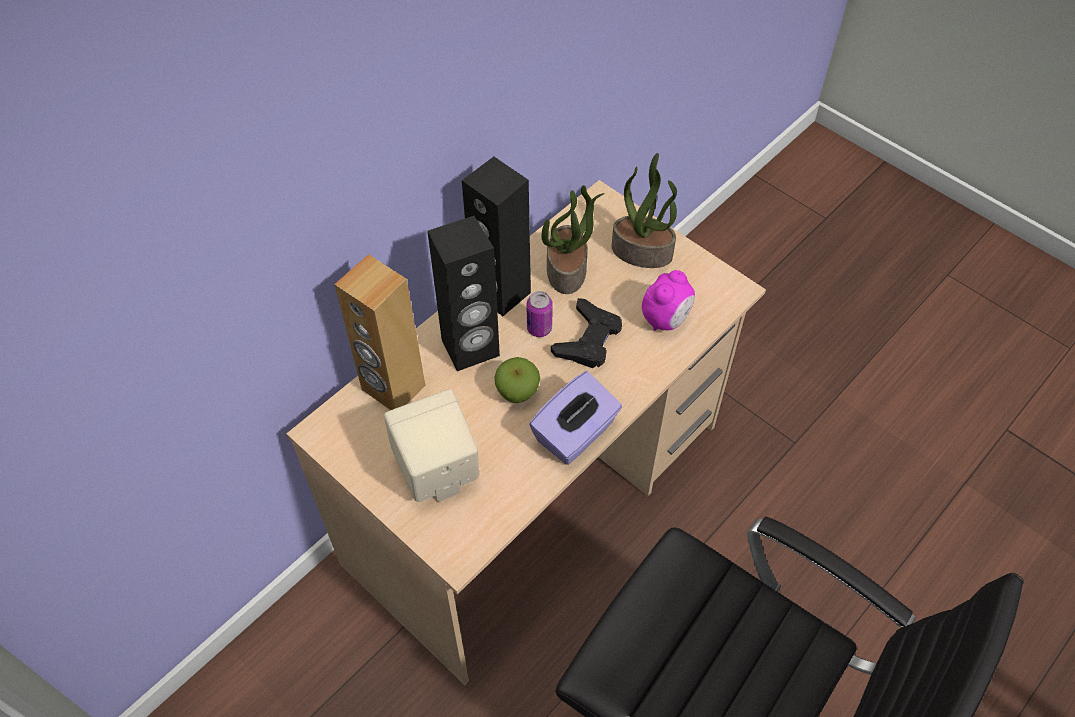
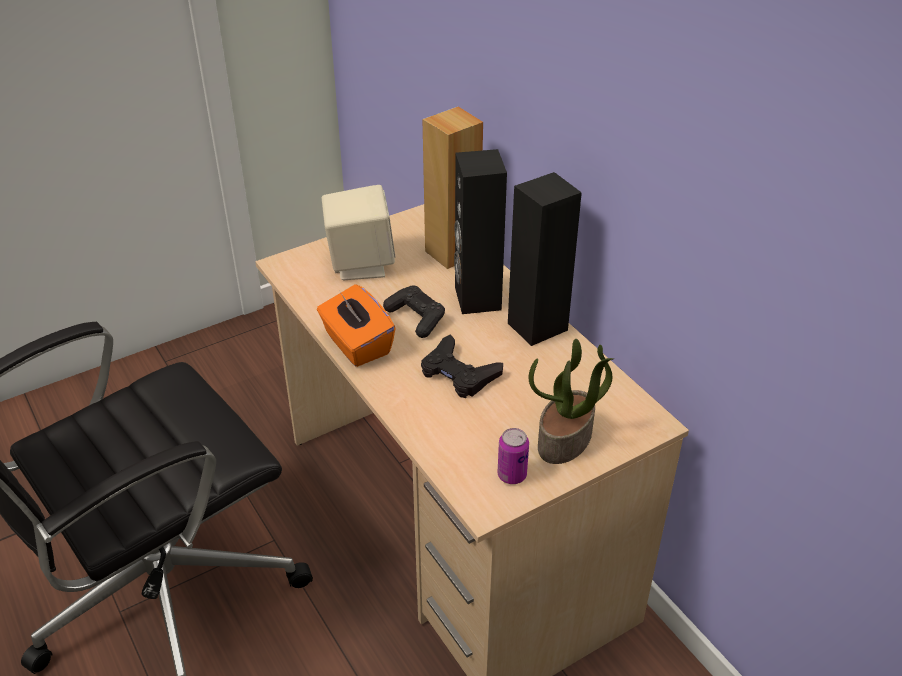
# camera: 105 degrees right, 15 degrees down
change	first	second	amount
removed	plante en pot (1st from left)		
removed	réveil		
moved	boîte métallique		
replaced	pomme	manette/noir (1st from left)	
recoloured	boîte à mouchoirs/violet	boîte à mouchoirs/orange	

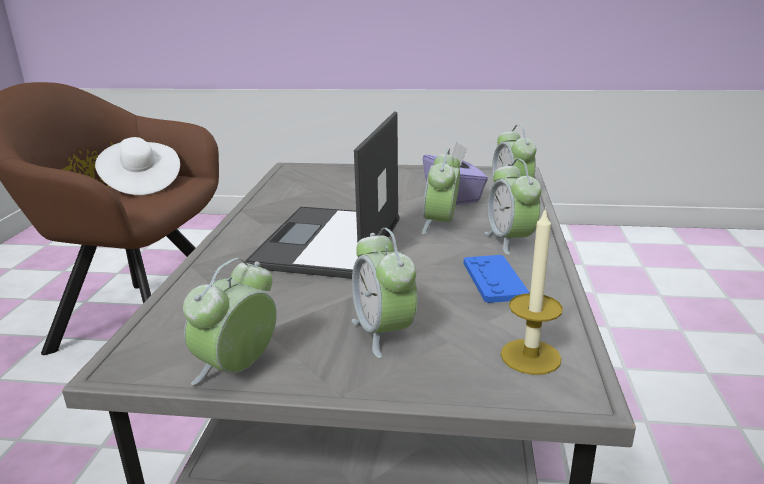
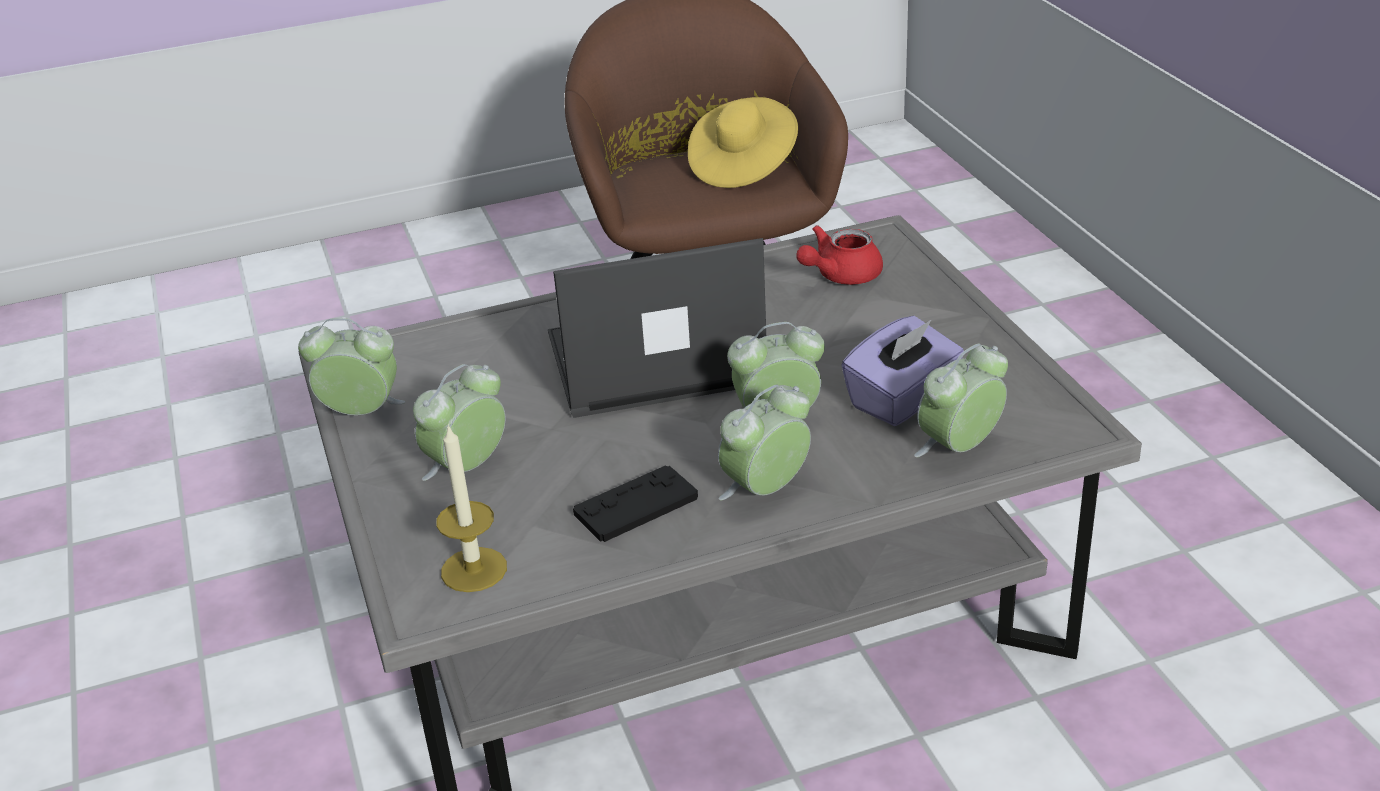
# camera: 65 degrees right, 10 degrees up
change	first	second	amount
added		théière/rouge	
recoloured	chapeau/blanc	chapeau/jaune	
recoloured	manette/bleu	manette/noir	

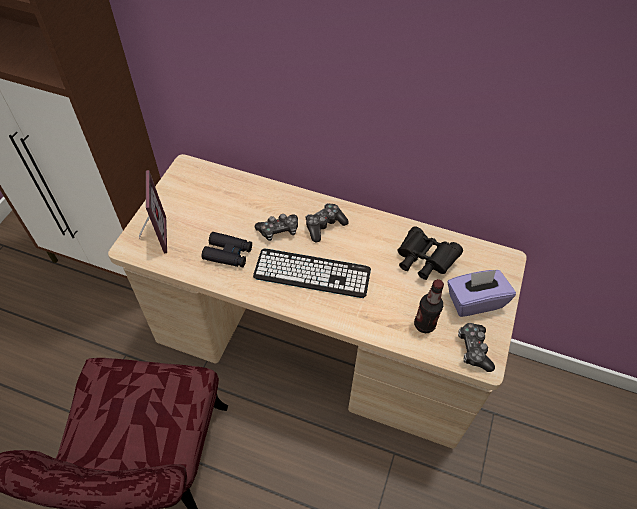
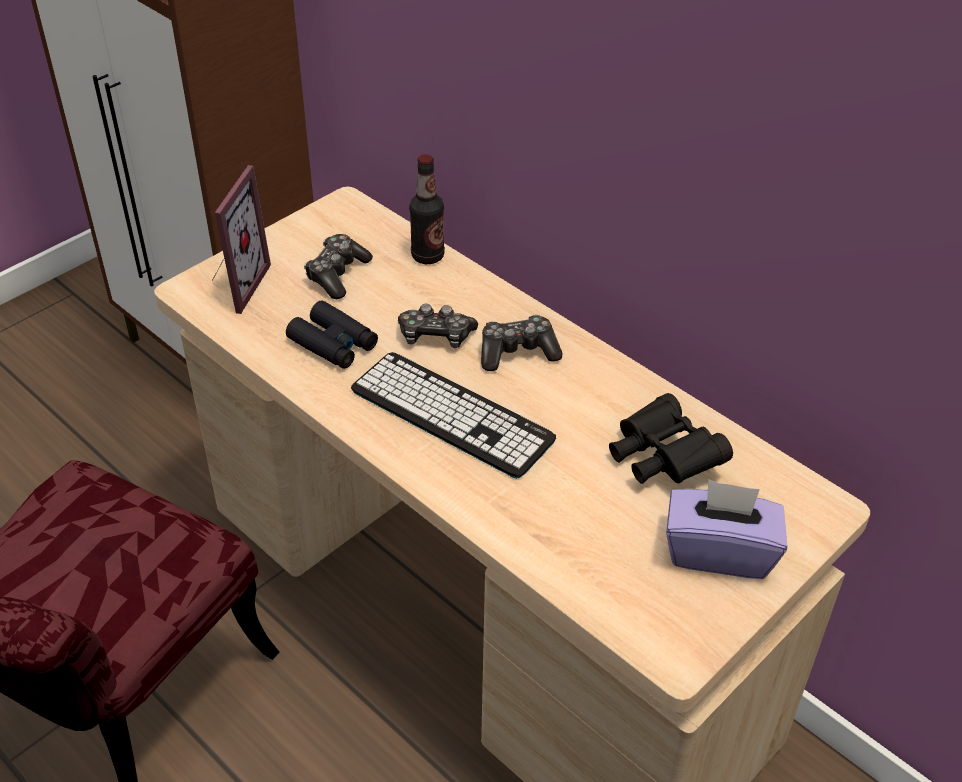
# camera: 25 degrees right, 10 degrees down
change	first	second	amount
moved	bouteille		
moved	manette (3rd from left in the first image)	manette (1st from left)	

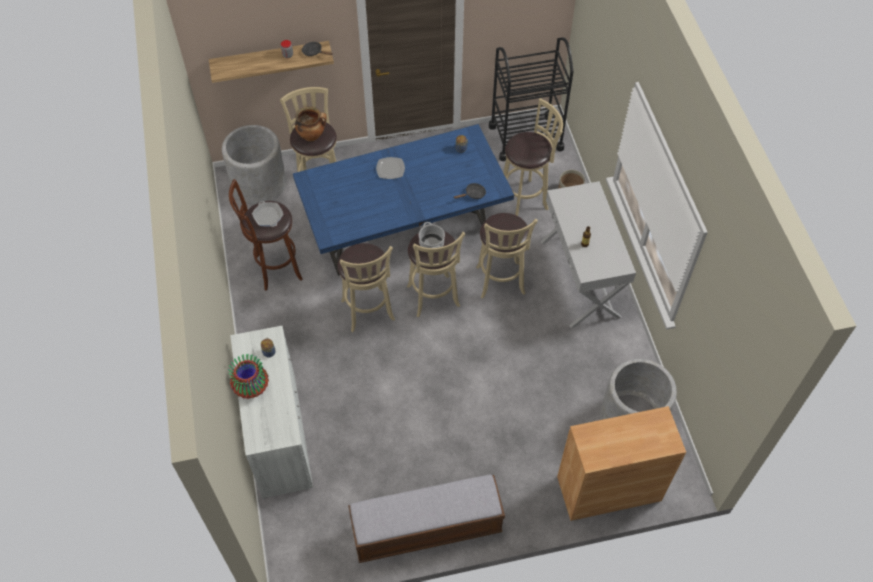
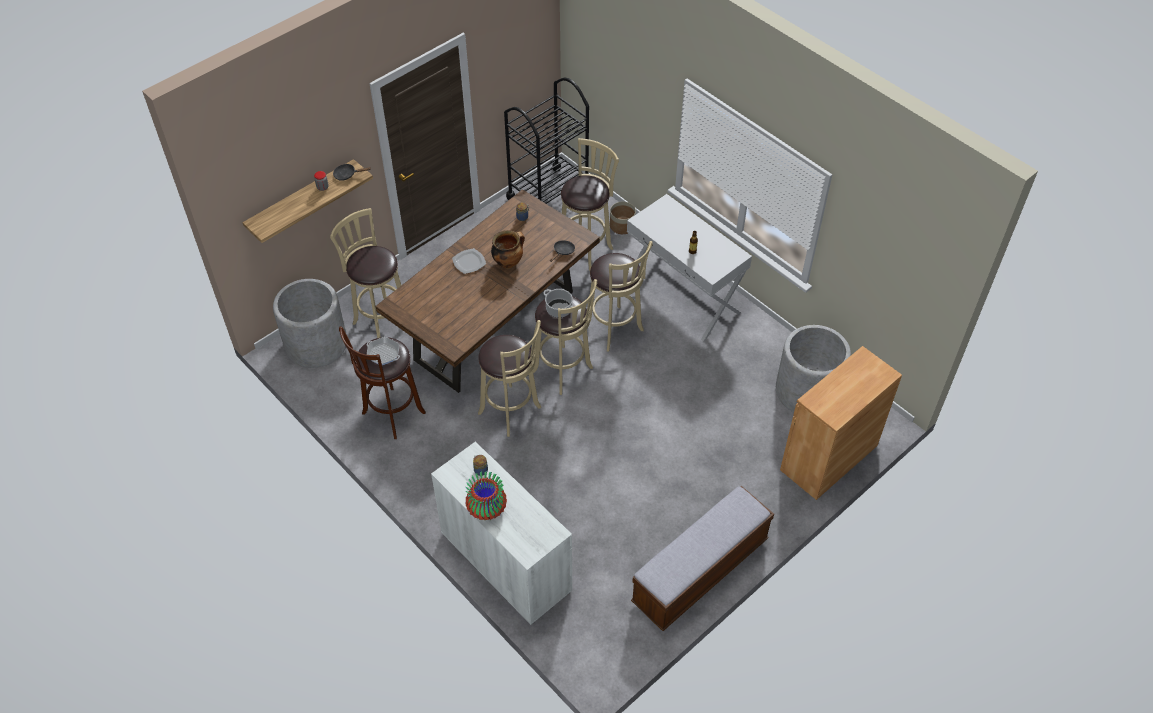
# camera: 30 degrees left, 5 degrees down
change	first	second	amount
moved	marmite (1st from left)		
recoloured	table à manger/bleu	table à manger/marron	

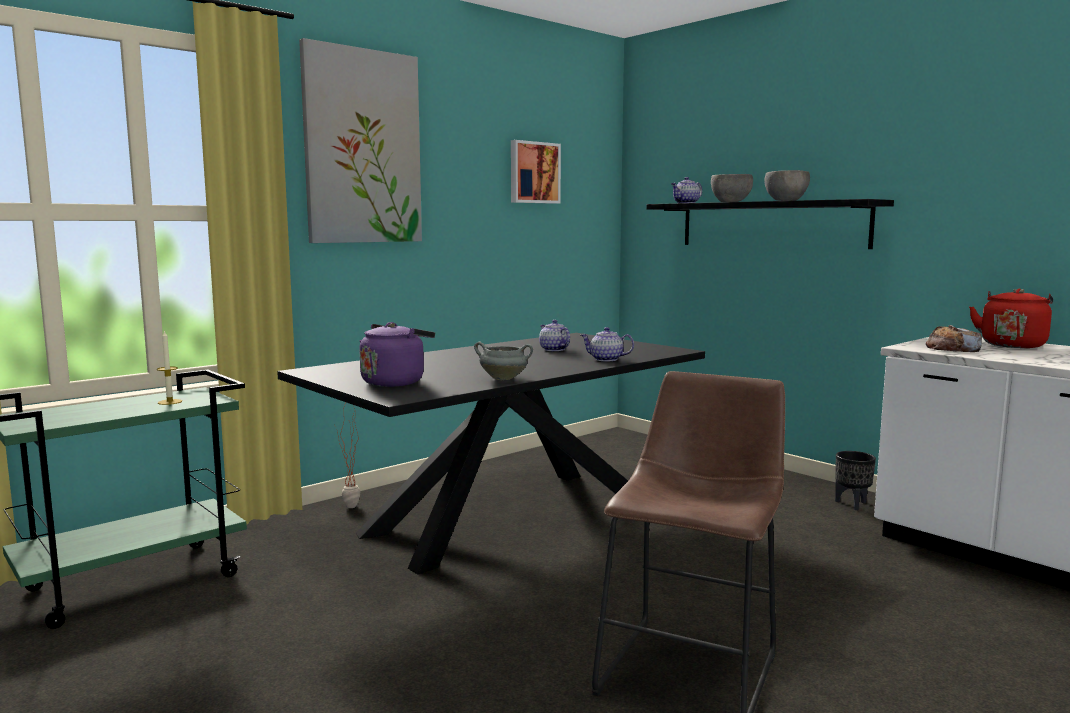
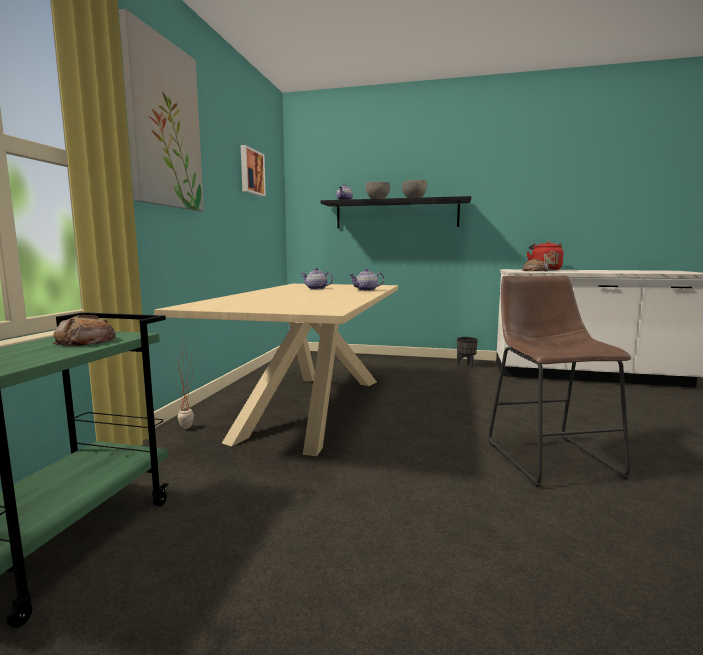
# camera: 35 degrees left, 0 degrees up
change	first	second	amount
removed	bouilloire/violet		
removed	marmite/gris		
replaced	bougie	pain (1st from left)	
recoloured	table à manger/noir	table à manger/beige	

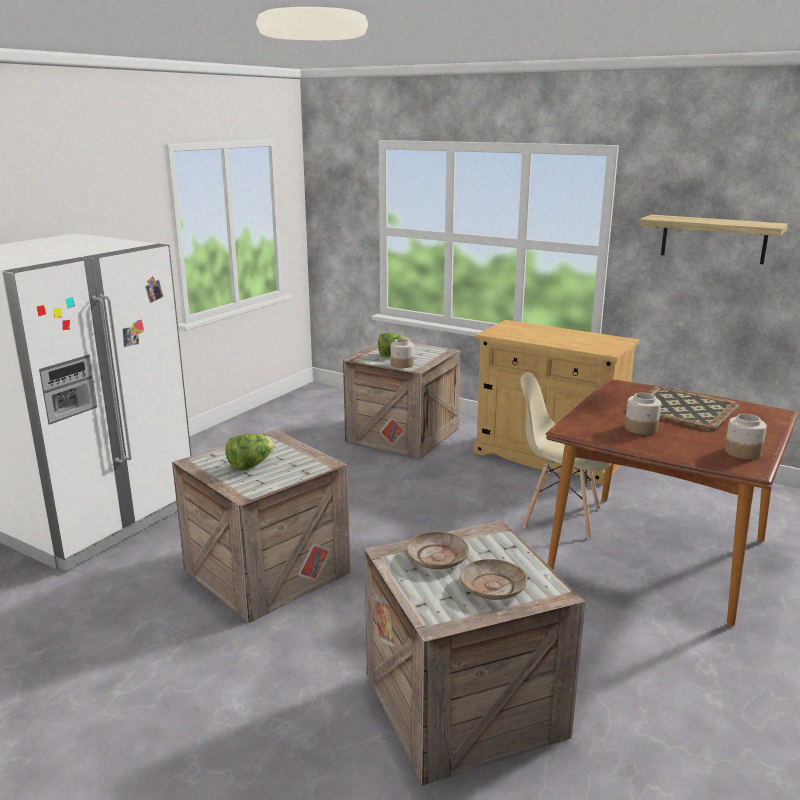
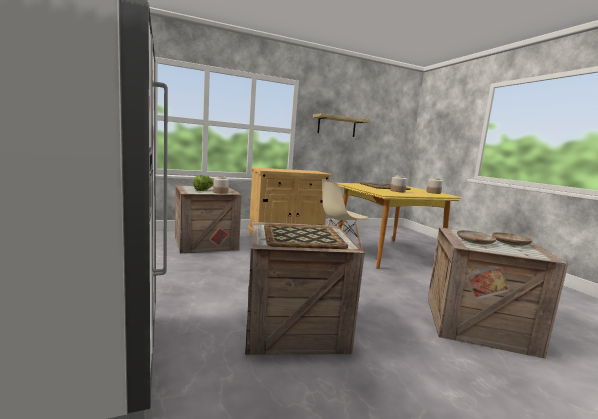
# camera: 55 degrees left, 10 degrees down
change	first	second	amount
replaced	laitue (1st from left)	plateau (1st from left)	
recoloured	table à manger/marron	table à manger/jaune	

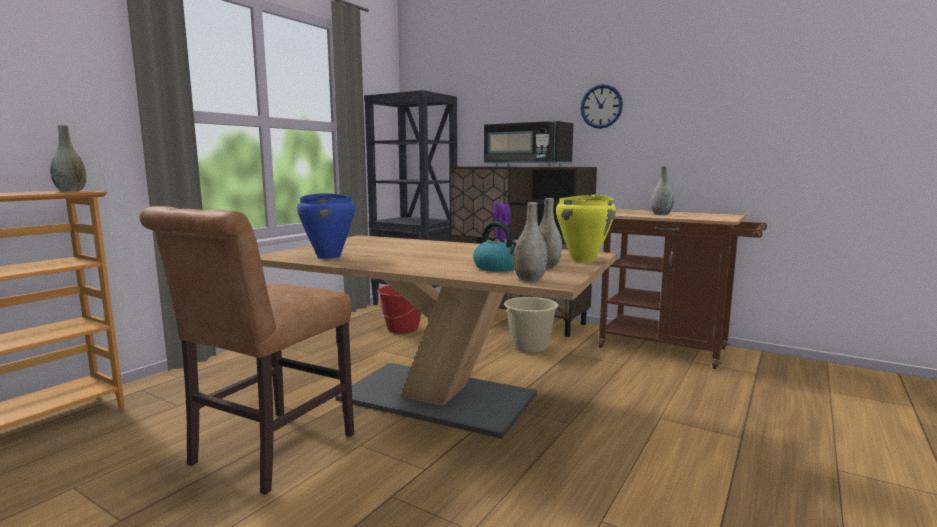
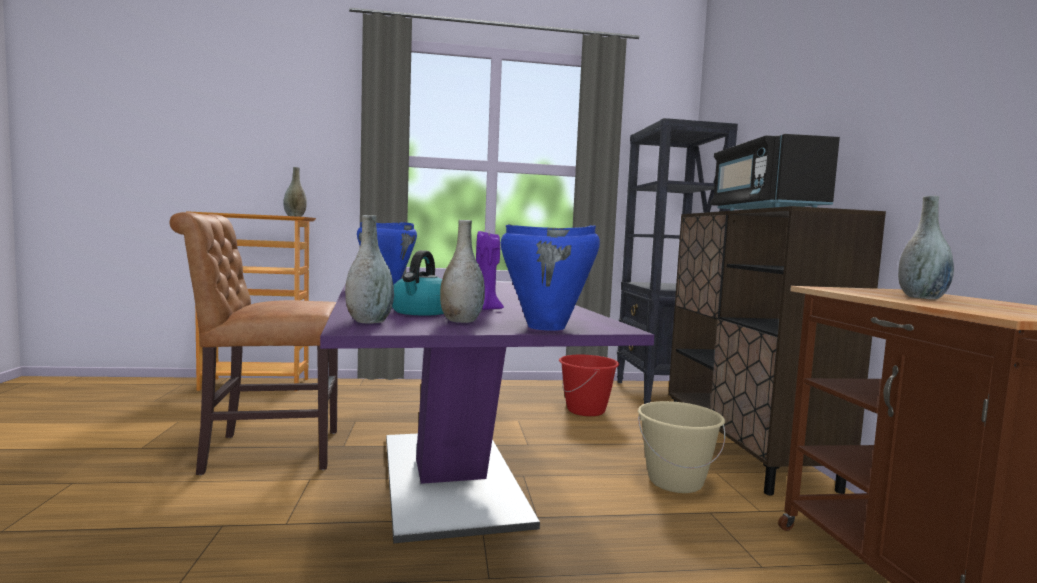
# camera: 50 degrees right, 5 degrees down
change	first	second	amount
removed	horloge murale		
recoloured	table à manger/marron	table à manger/violet	
recoloured	marmite/jaune	marmite/bleu (2nd from left)	

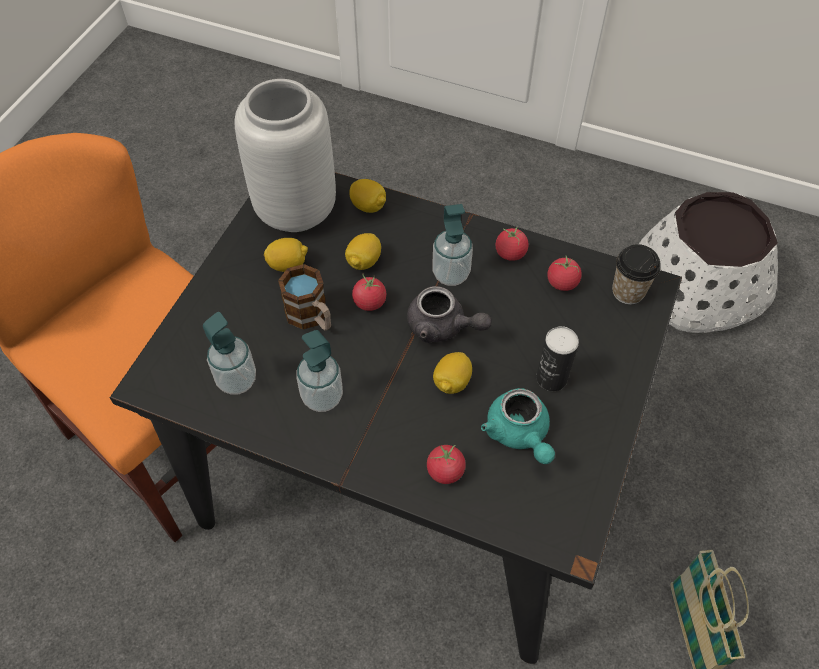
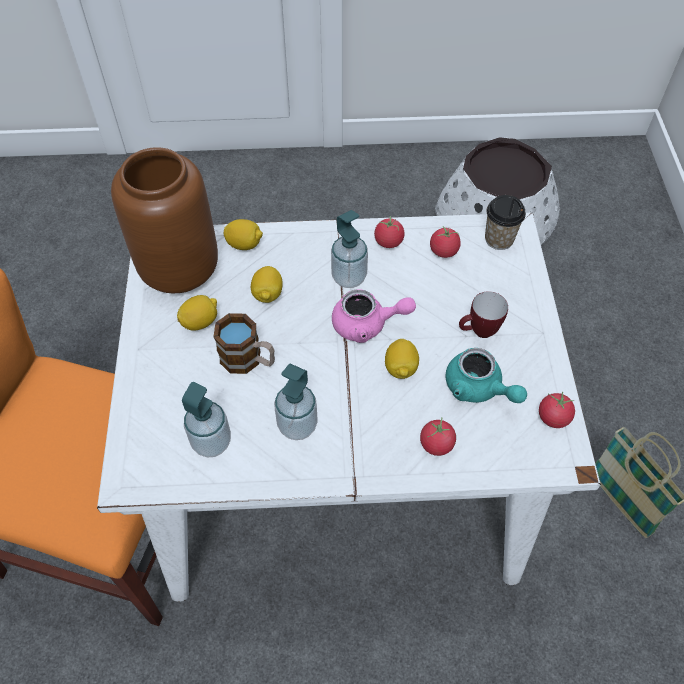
# camera: 25 degrees left, 0 degrees up
change	first	second	amount
moved	tomate (1st from left in the first image)	tomate (4th from left)	
replaced	boîte métallique	mug (2nd from left)	
recoloured	table à manger/noir	table à manger/blanc	
recoloured	vase/gris	vase/marron	
recoloured	théière/gris	théière/rose	

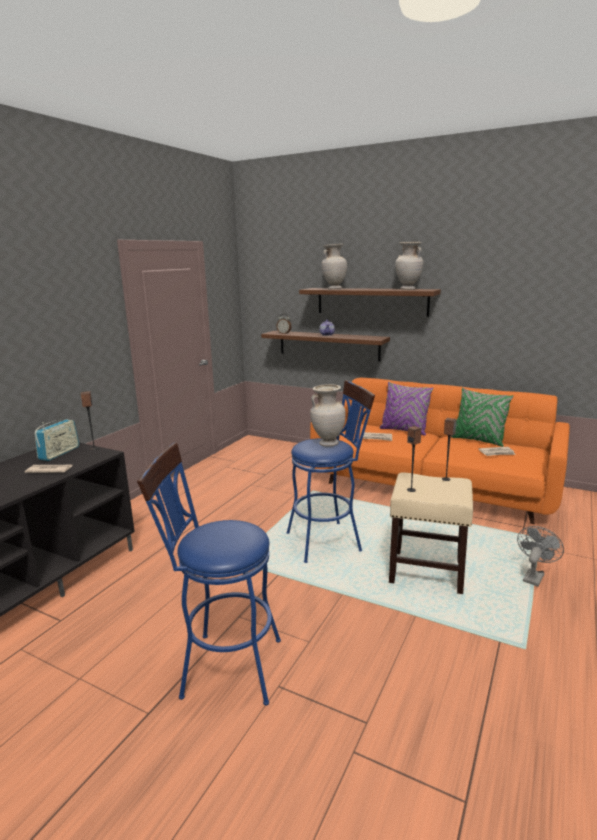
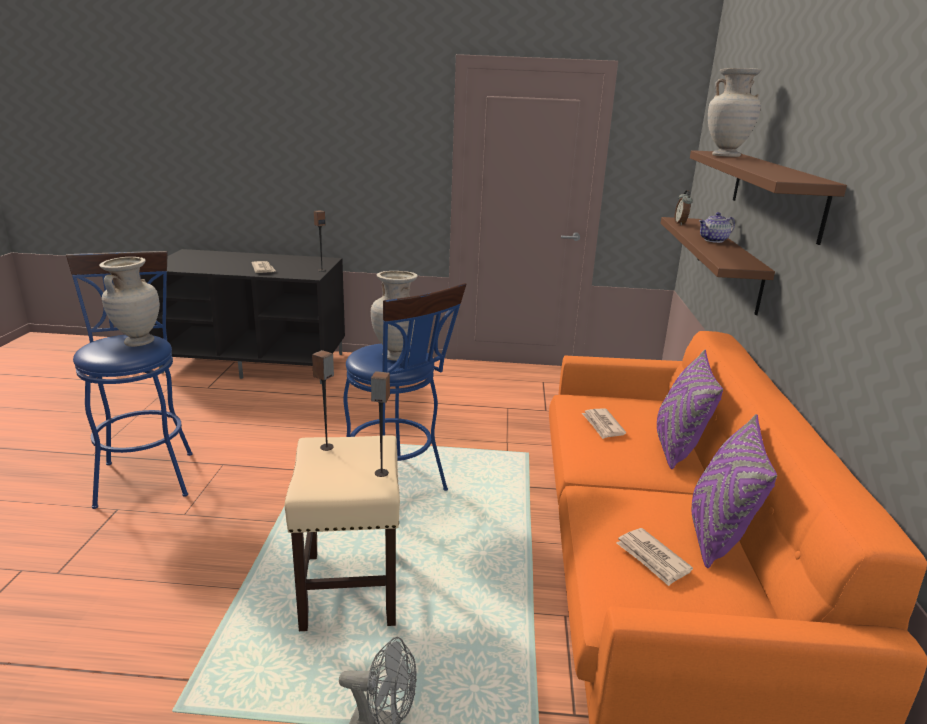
# camera: 65 degrees right, 5 degrees up
change	first	second	amount
removed	radio		
moved	vase/beige (3rd from left in the first image)	vase/beige (1st from left)	
recoloured	coussin/vert	coussin/violet (2nd from left)	

